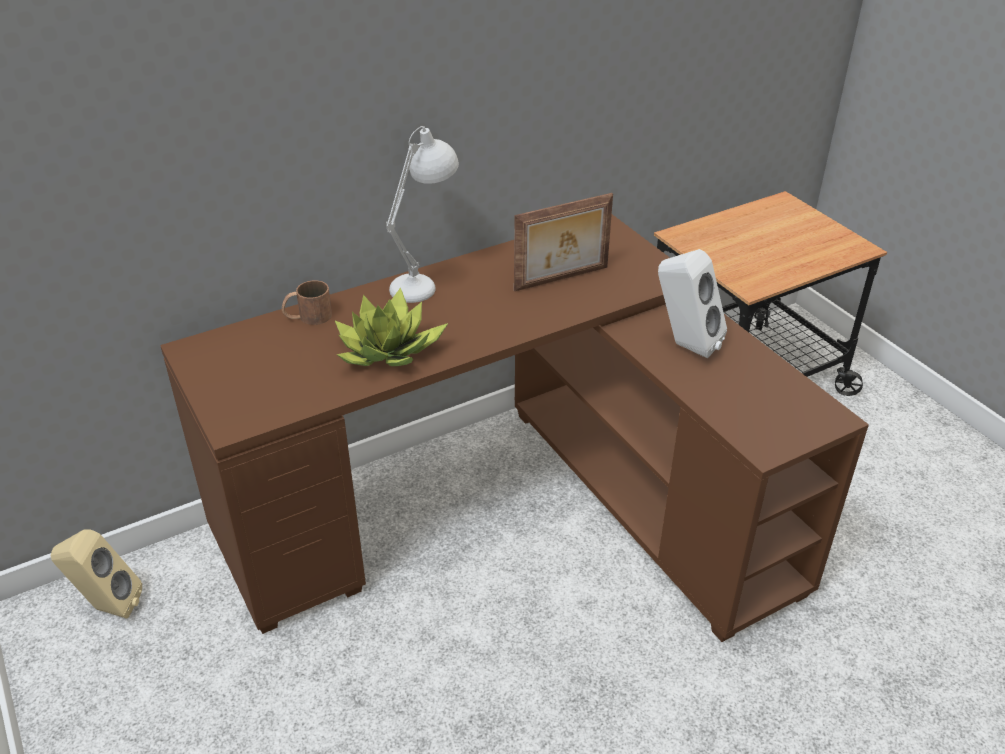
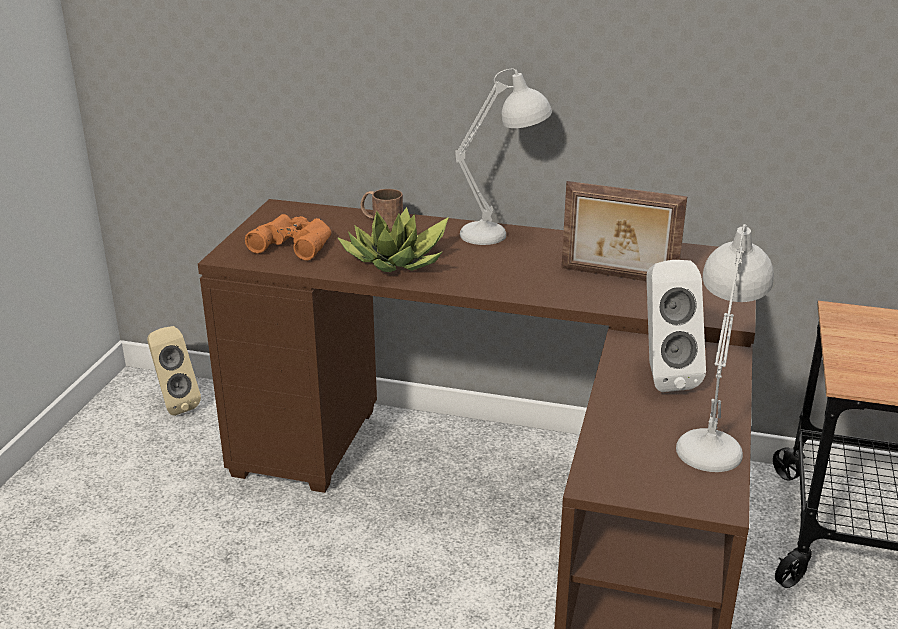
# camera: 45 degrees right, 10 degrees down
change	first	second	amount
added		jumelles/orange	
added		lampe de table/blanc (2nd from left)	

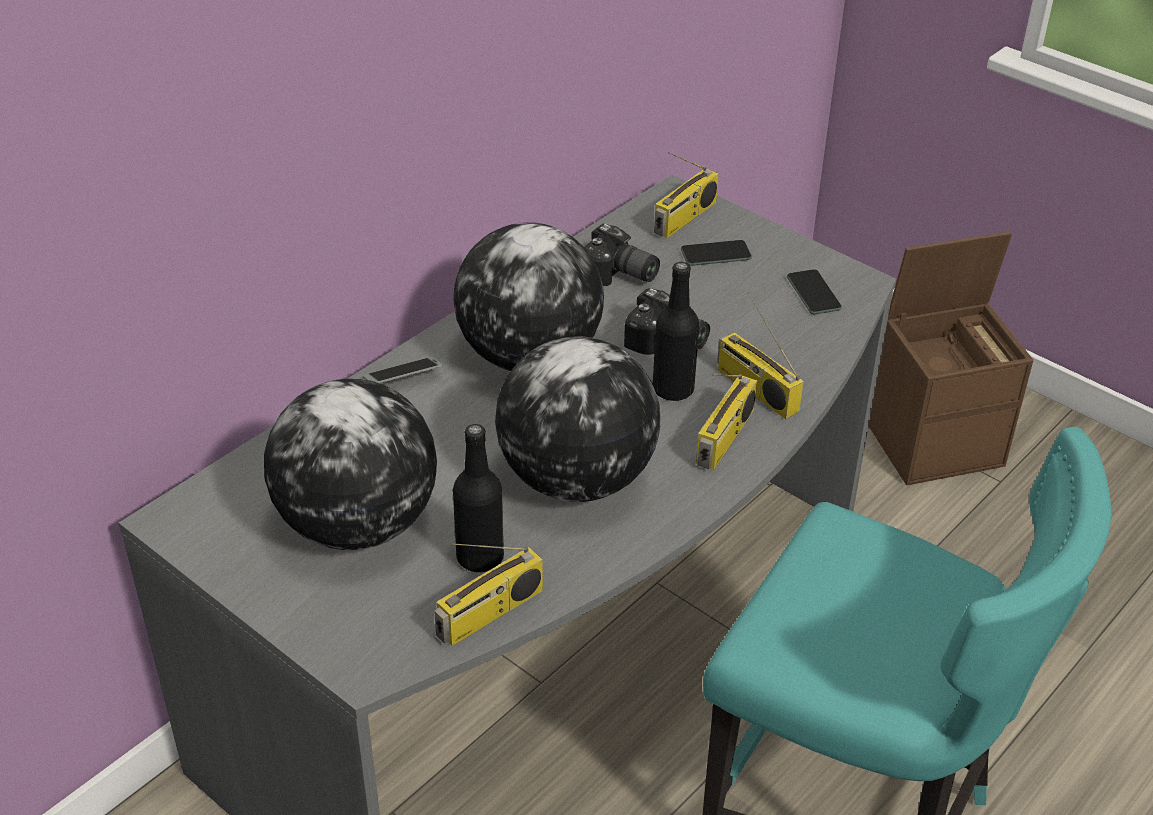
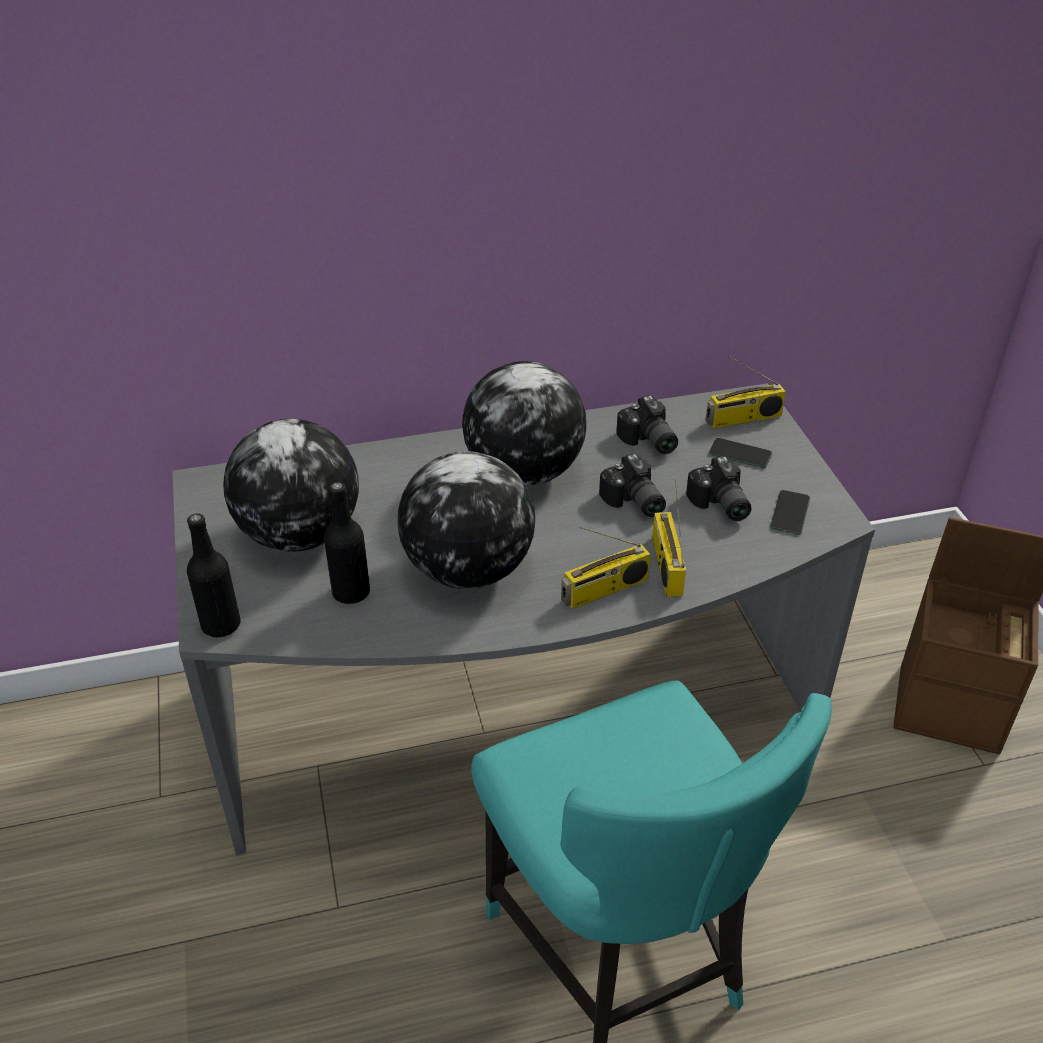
# camera: 35 degrees right, 0 degrees up
change	first	second	amount
removed	téléphone (1st from left)		
removed	radio (1st from left)		
added		appareil photo (3rd from left)	
moved	bouteille/noir (2nd from left in the first image)	bouteille/noir (1st from left)	

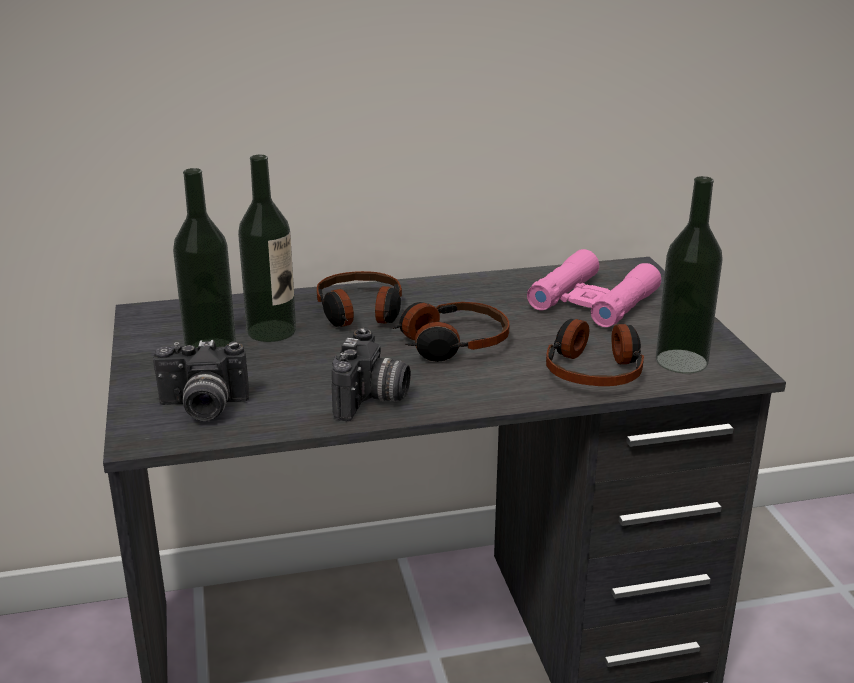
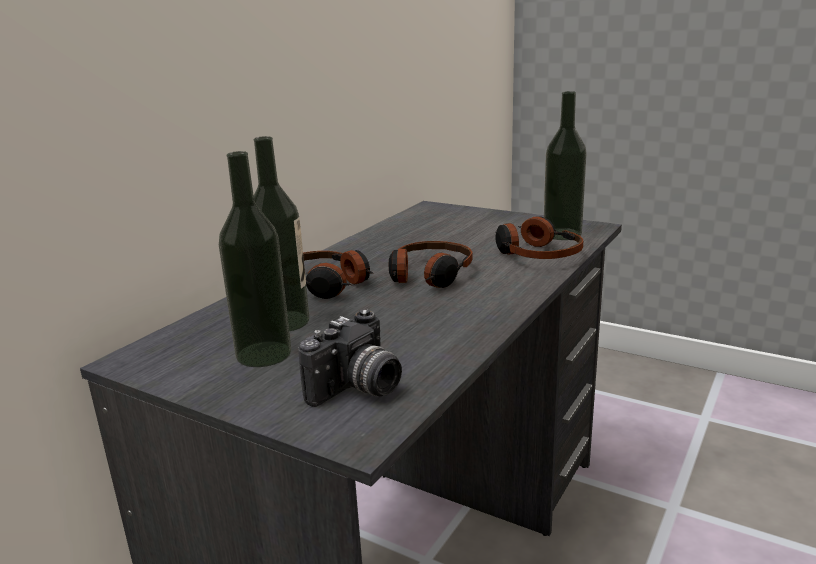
# camera: 45 degrees left, 5 degrees down
change	first	second	amount
removed	appareil photo (2nd from left)		
removed	jumelles/rose		

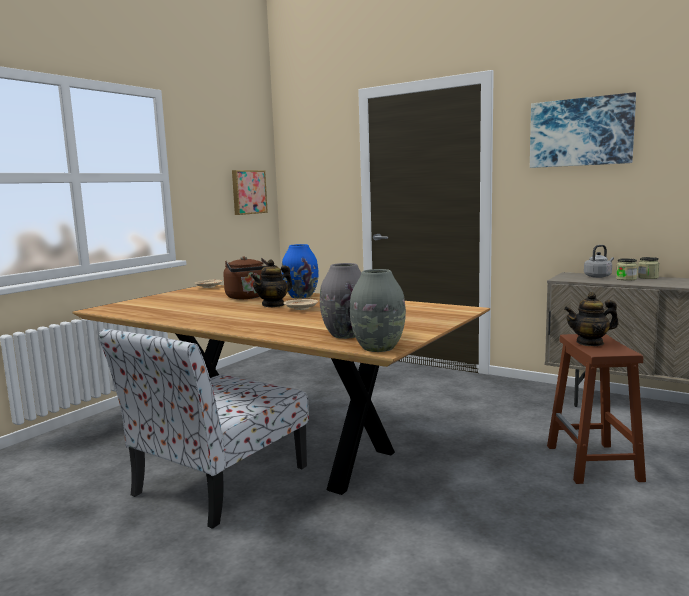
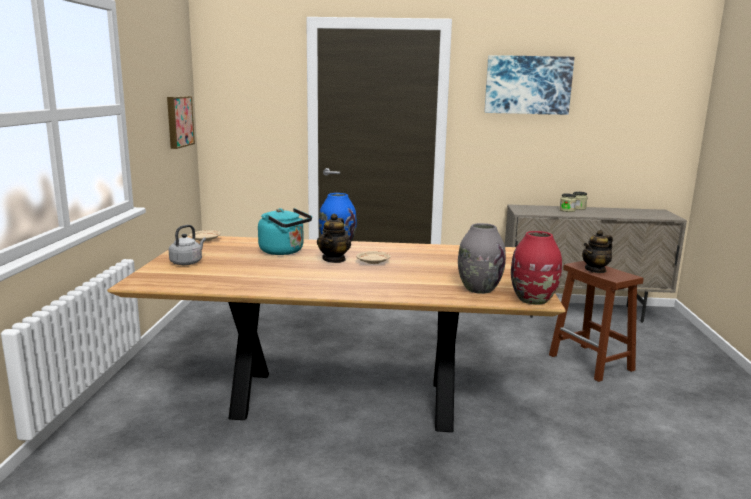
# camera: 30 degrees left, 5 degrees up
change	first	second	amount
removed	chaise		
moved	bouilloire/gris		
recoloured	bouilloire/marron	bouilloire/turquoise	
recoloured	vase/gris (2nd from left)	vase/rouge	

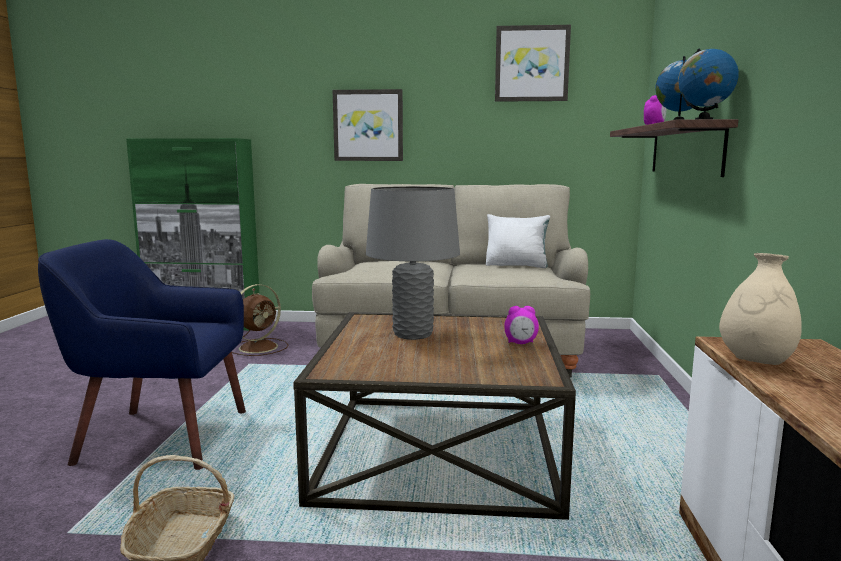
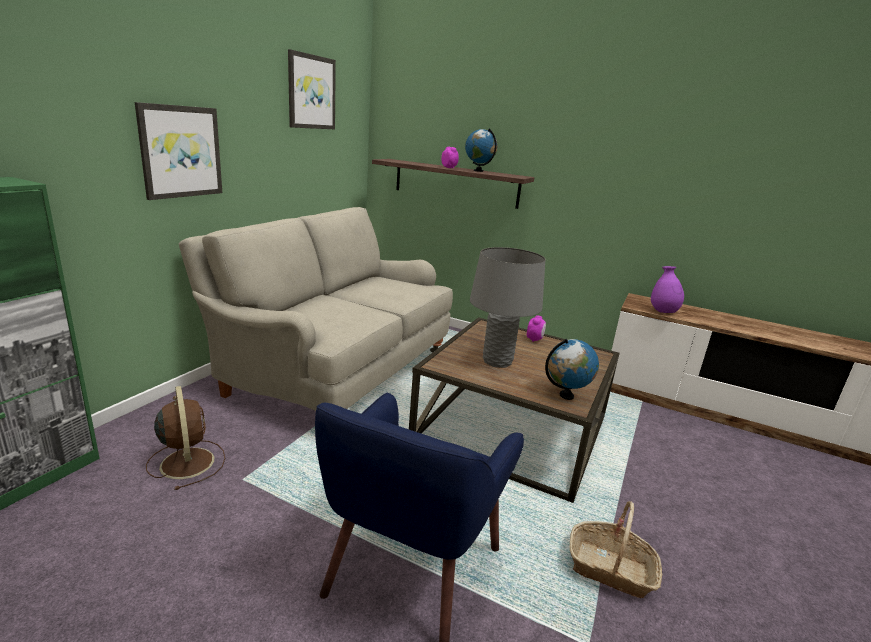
# camera: 70 degrees left, 10 degrees up
change	first	second	amount
removed	coussin/blanc		
moved	globe (2nd from left)		
recoloured	vase/beige	vase/violet	

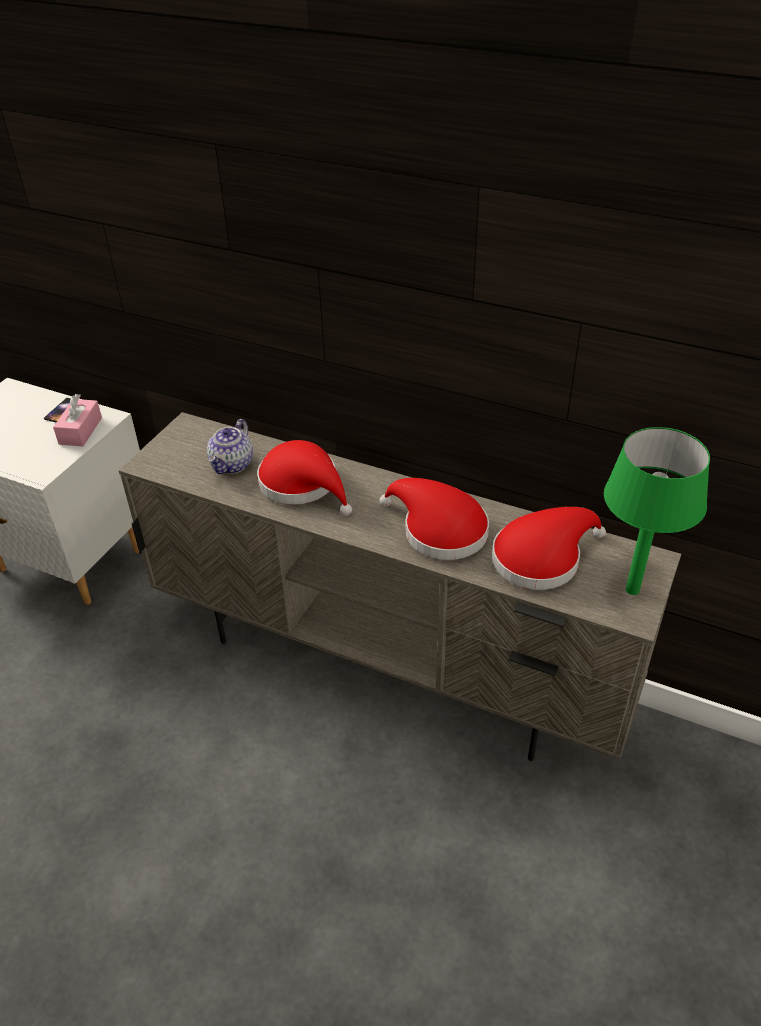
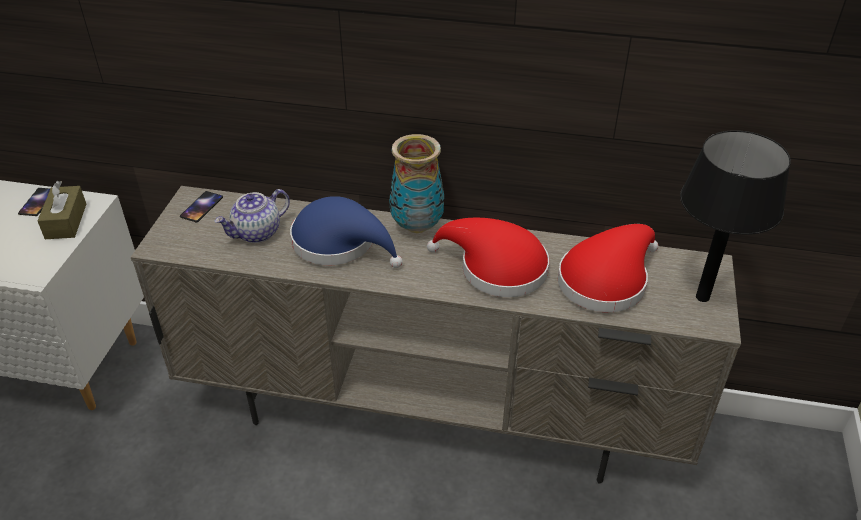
# camera: 15 degrees left, 0 degrees up
change	first	second	amount
added		téléphone (2nd from left)	
added		vase	
recoloured	boîte à mouchoirs/rose	boîte à mouchoirs/marron	
recoloured	chapeau/rouge (1st from left)	chapeau/bleu	
recoloured	lampe de table/vert	lampe de table/noir	
turned	théière		45 degrees clockwise

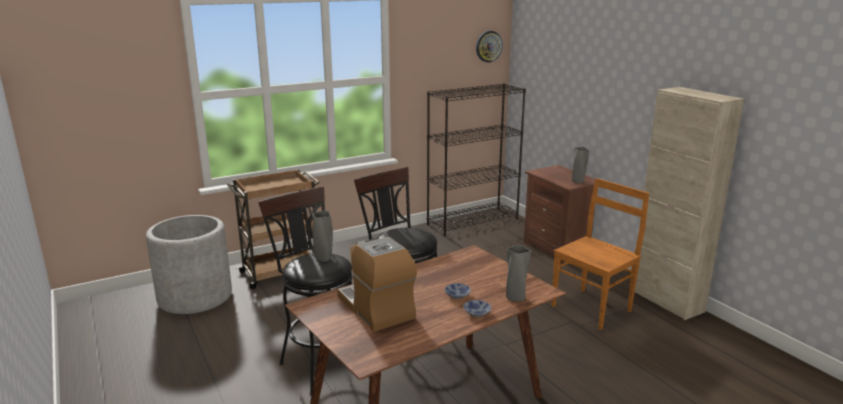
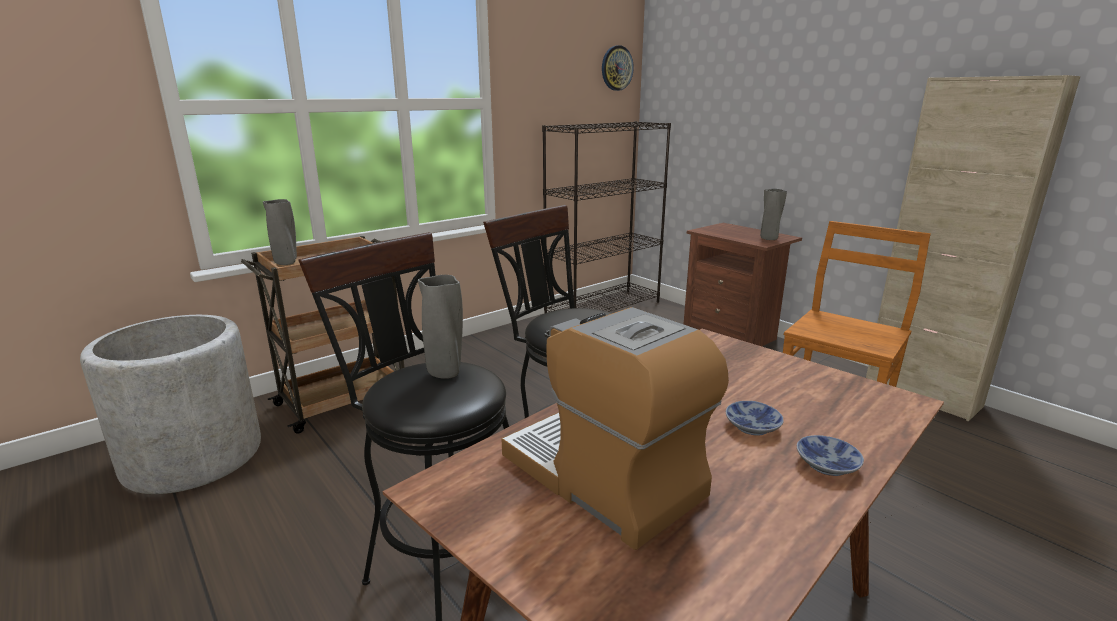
# camera: 10 degrees left, 0 degrees up
change	first	second	amount
moved	vase/gris (2nd from left in the first image)	vase/gris (1st from left)	

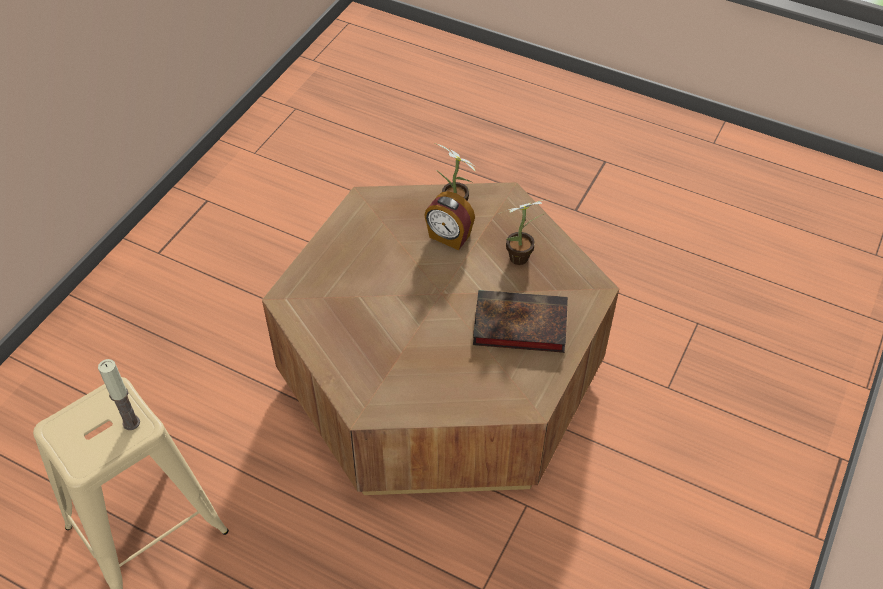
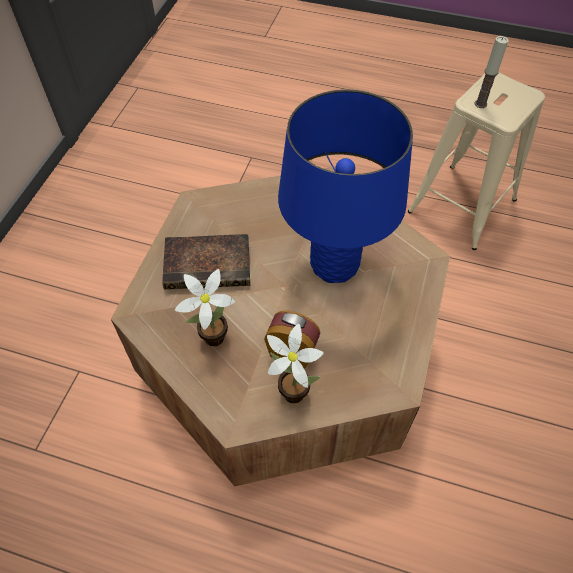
# camera: 170 degrees right, 5 degrees up
change	first	second	amount
added		lampe de table/bleu	

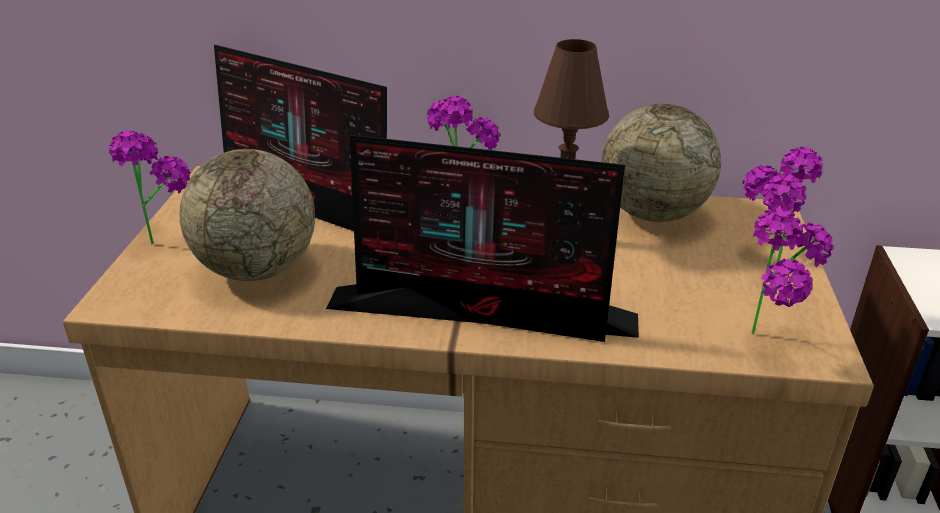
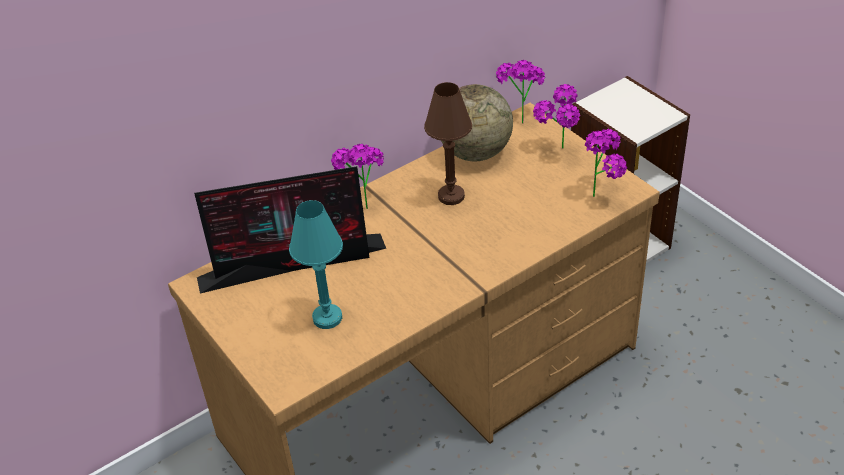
# camera: 40 degrees left, 10 degrees up
change	first	second	amount
removed	écran d'ordinateur (2nd from left)		
moved	plante en pot (1st from left in the first image)	plante en pot (2nd from left)	
replaced	globe (1st from left)	lampe de table/turquoise	

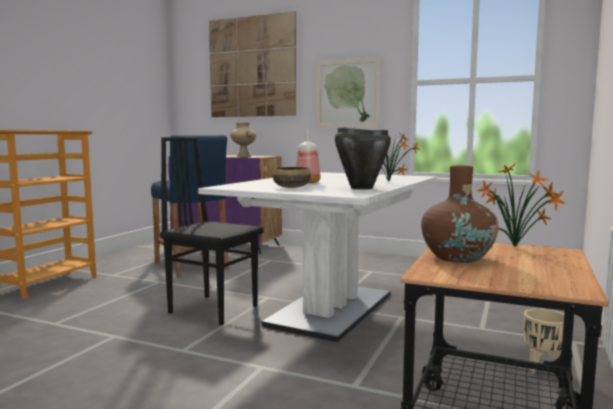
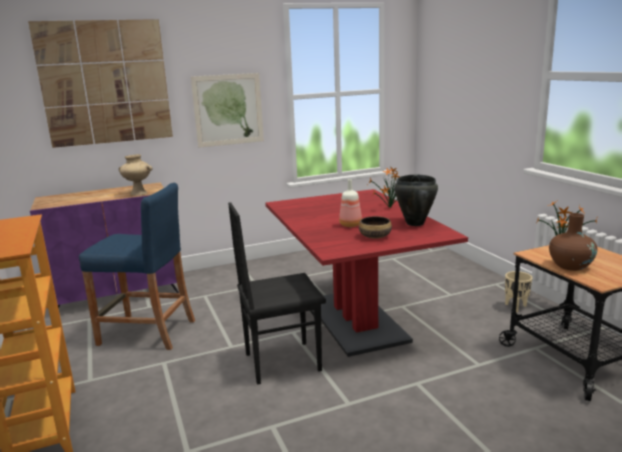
# camera: 45 degrees left, 10 degrees up
change	first	second	amount
recoloured	table à manger/blanc	table à manger/rouge	

